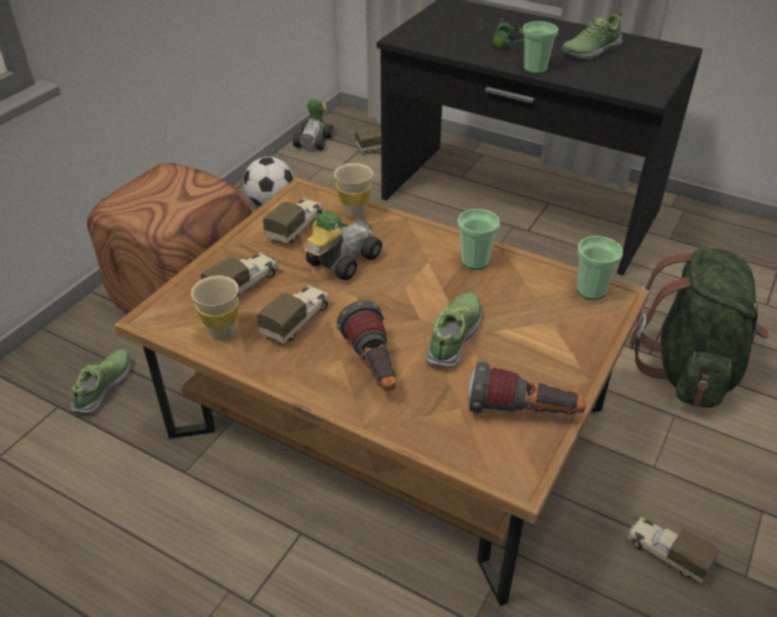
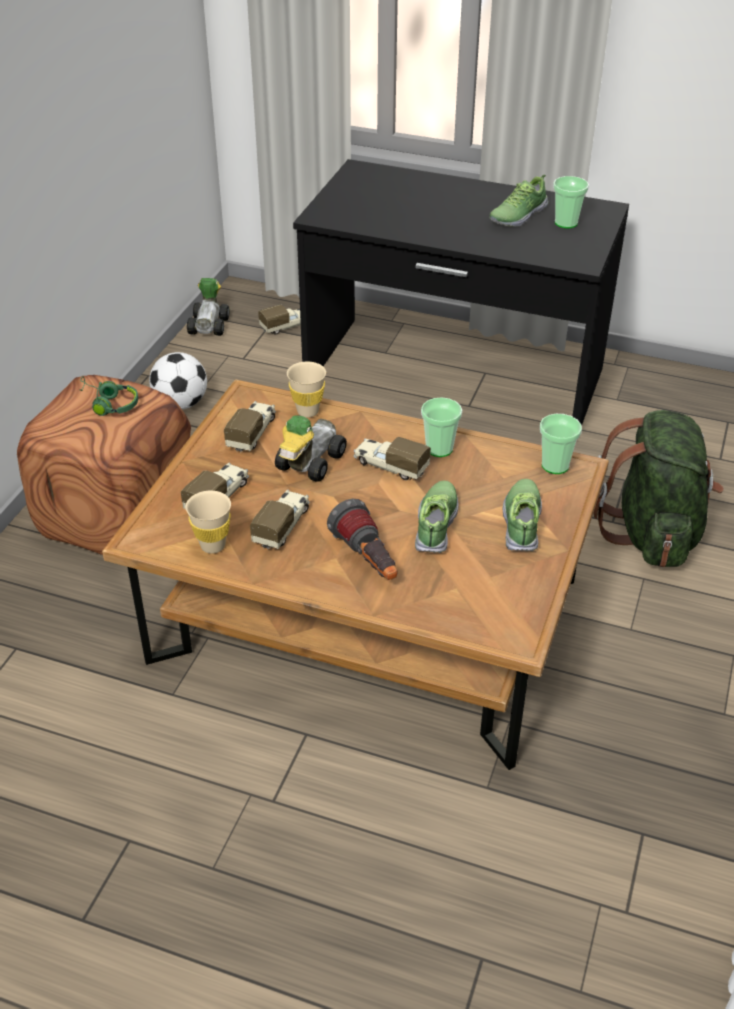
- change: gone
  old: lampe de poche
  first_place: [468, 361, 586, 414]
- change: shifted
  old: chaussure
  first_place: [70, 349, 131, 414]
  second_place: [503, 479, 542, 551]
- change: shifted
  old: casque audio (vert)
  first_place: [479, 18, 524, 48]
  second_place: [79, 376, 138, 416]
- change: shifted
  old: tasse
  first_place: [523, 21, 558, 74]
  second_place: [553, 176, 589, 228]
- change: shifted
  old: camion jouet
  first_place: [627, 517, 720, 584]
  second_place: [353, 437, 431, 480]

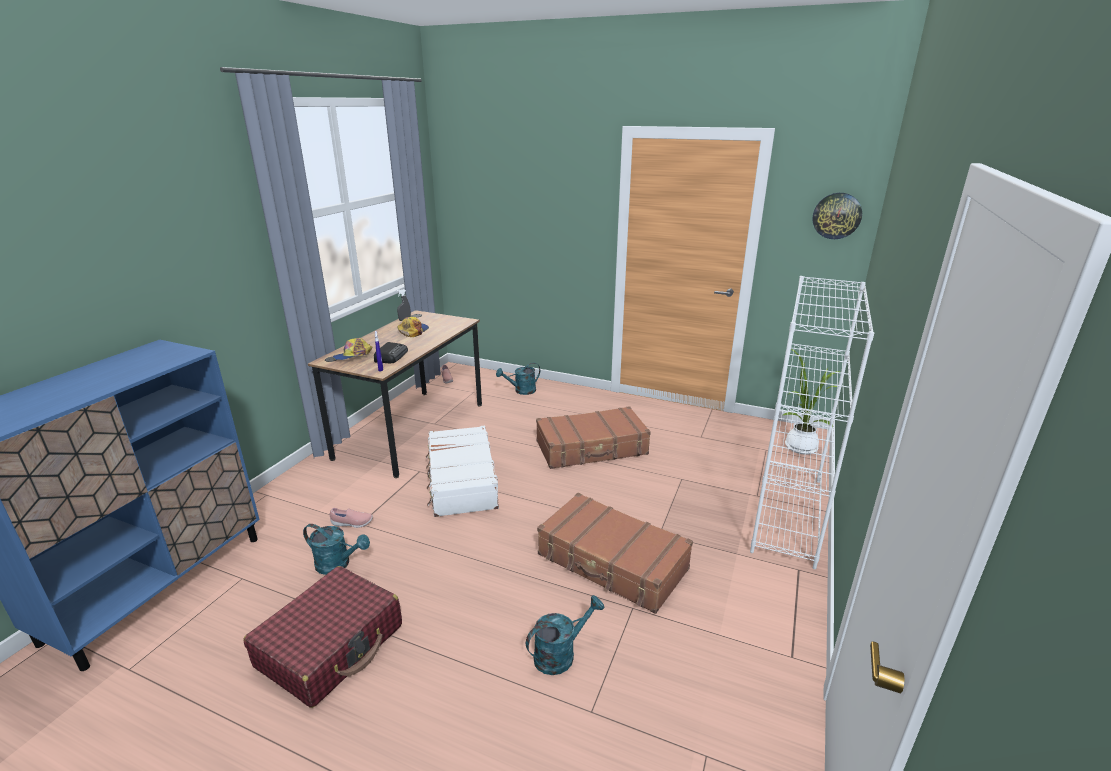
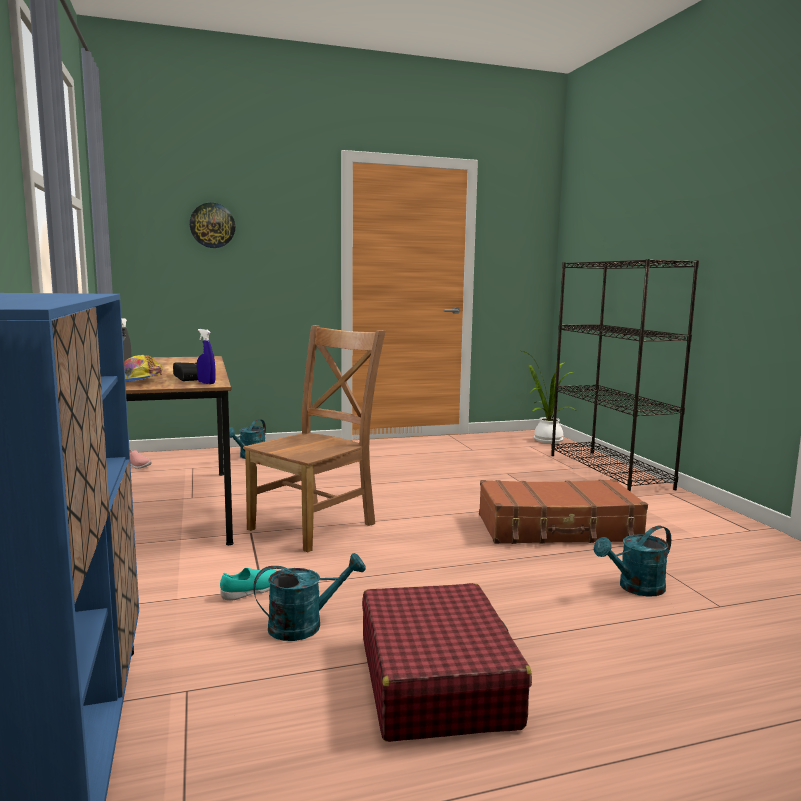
- change: gone
  old: casquette
  first_place: [397, 317, 429, 337]
- change: gone
  old: valise (marron)
  first_place: [536, 406, 651, 469]
- change: shifted
  old: horloge murale
  first_place: [812, 193, 862, 239]
  second_place: [190, 203, 235, 248]
- change: swapped
  old: valise (blanc)
  new: chaise (marron)
  first_place: [426, 426, 499, 517]
  second_place: [243, 325, 386, 552]
- change: repainted
  old: chaussure (rose)
  new: chaussure (turquoise)
  first_place: [330, 508, 373, 528]
  second_place: [220, 568, 276, 601]
- change: repainted
  old: bibliothèque (blanc)
  new: bibliothèque (noir)
  first_place: [750, 276, 874, 569]
  second_place: [551, 259, 699, 492]
- change: rotated
  old: arrosoir (turquoise)
  first_place: [526, 595, 604, 675]
  second_place: [594, 525, 671, 597]
  degrees: -135

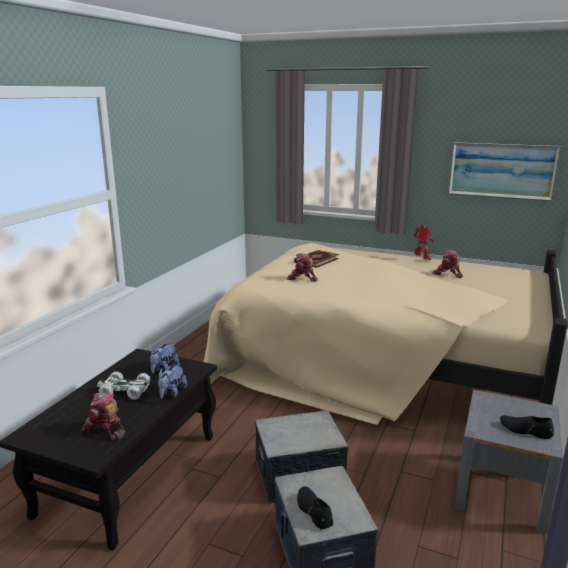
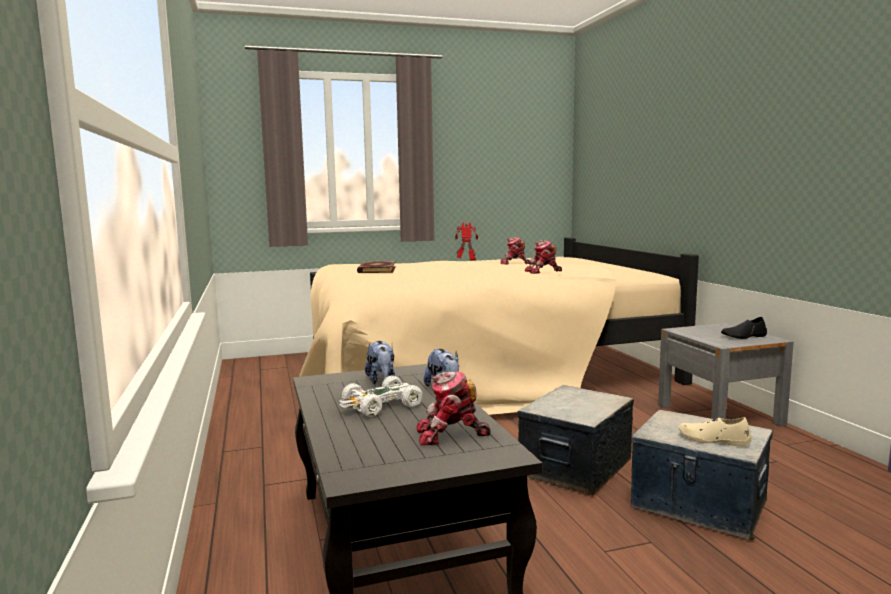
- change: gone
  old: tableau
  first_place: [448, 142, 561, 201]
- change: shifted
  old: robot jouet
  first_place: [287, 253, 318, 282]
  second_place: [524, 240, 562, 274]
- change: repainted
  old: chaussure (noir)
  new: chaussure (beige)
  first_place: [297, 486, 333, 529]
  second_place: [678, 417, 751, 446]

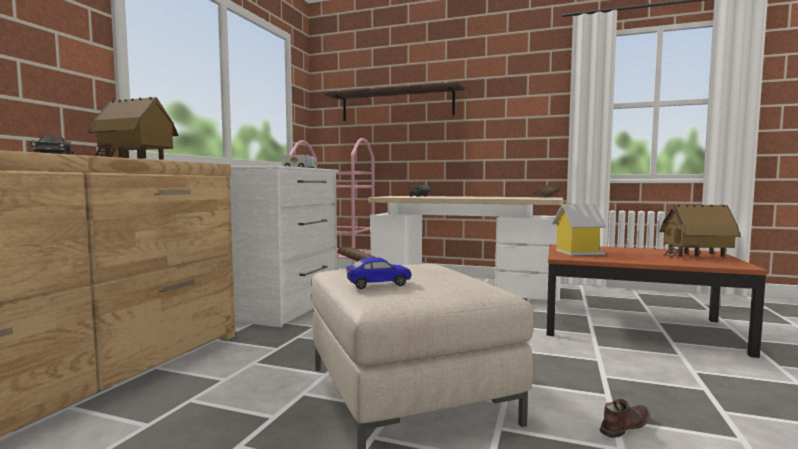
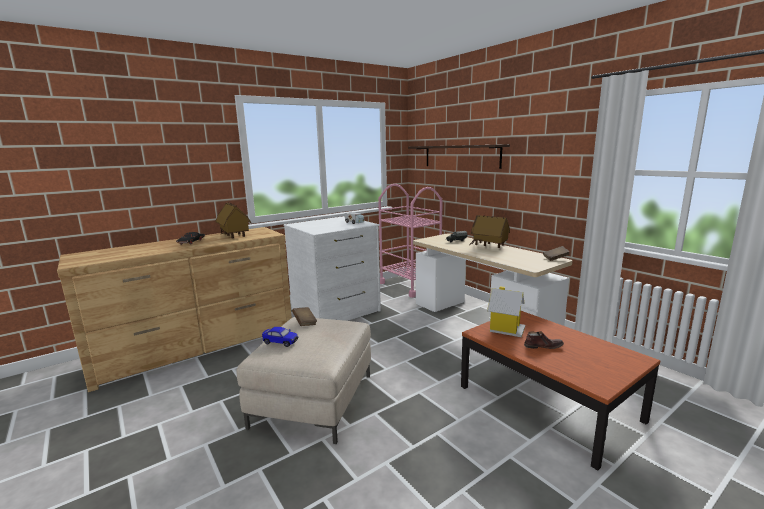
- change: shifted
  old: chaussure (marron)
  first_place: [600, 399, 650, 438]
  second_place: [524, 331, 564, 349]
- change: shifted
  old: maison miniature
  first_place: [660, 204, 741, 258]
  second_place: [469, 215, 510, 248]

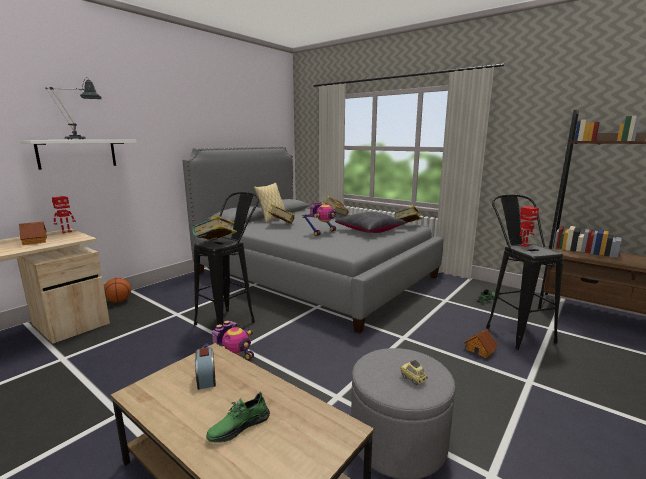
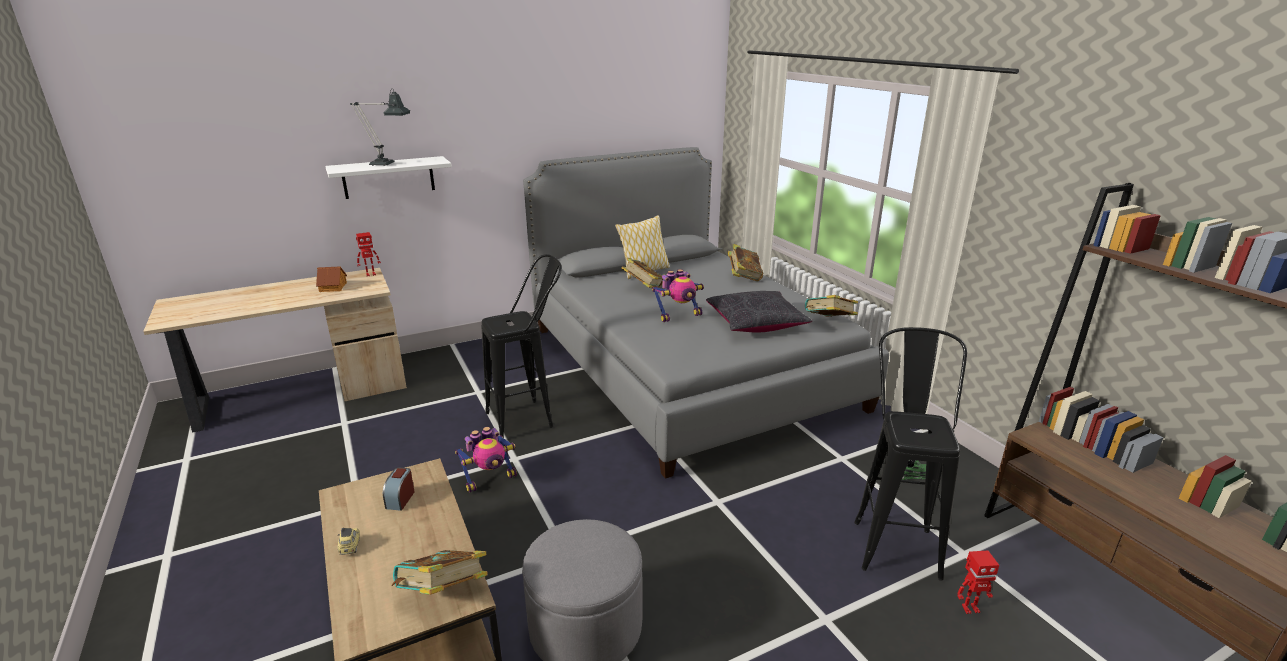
- change: gone
  old: ballon de basket
  first_place: [104, 278, 131, 303]
- change: gone
  old: chaussure (vert)
  first_place: [206, 392, 270, 443]
- change: gone
  old: maison miniature
  first_place: [464, 329, 498, 358]
- change: shifted
  old: livre
  first_place: [192, 216, 237, 241]
  second_place: [391, 550, 488, 595]
- change: shifted
  old: petite voiture
  first_place: [400, 360, 428, 385]
  second_place: [338, 528, 360, 555]
- change: shifted
  old: robot jouet
  first_place: [519, 206, 539, 247]
  second_place: [957, 550, 999, 614]

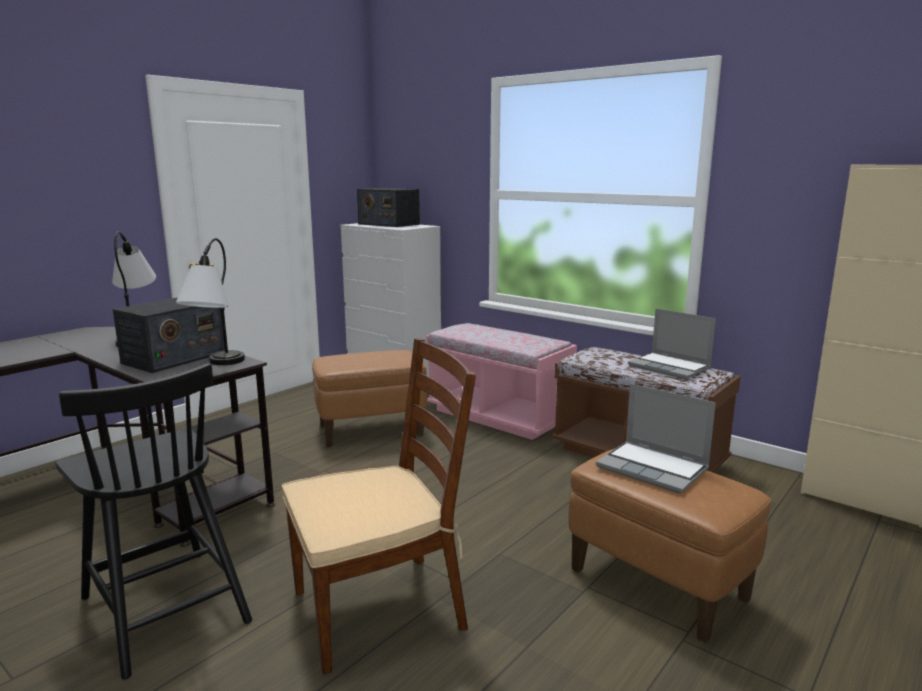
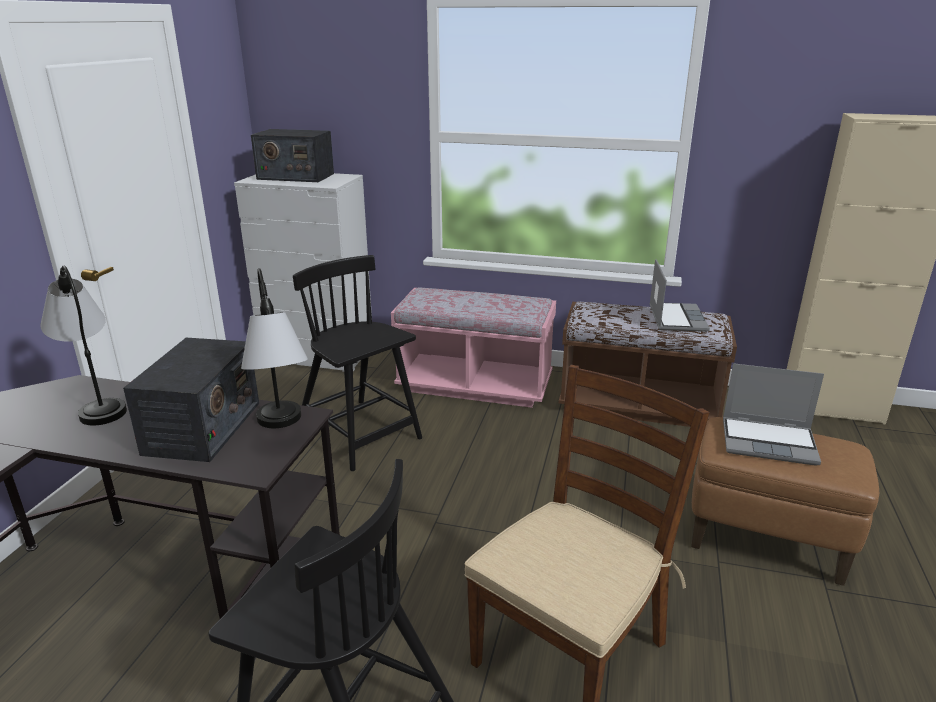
- change: swapped
  old: pouf (marron)
  new: chaise (noir)
  first_place: [312, 350, 427, 447]
  second_place: [293, 255, 422, 471]
- change: rotated
  old: ordinateur portable
  first_place: [628, 308, 716, 379]
  second_place: [650, 259, 710, 332]
  degrees: -105

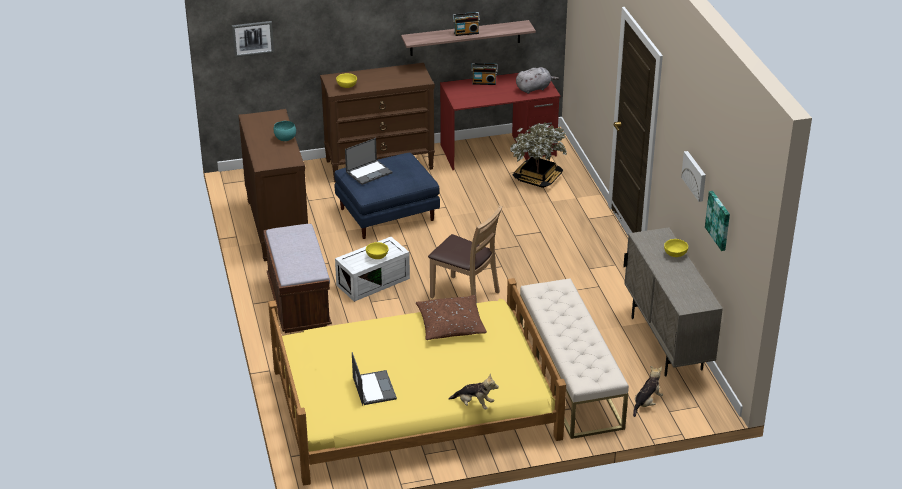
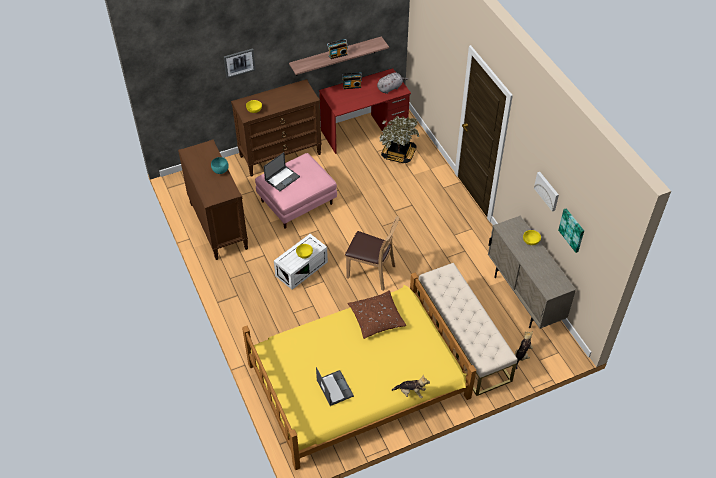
- change: gone
  old: banc (marron)
  first_place: [263, 224, 332, 333]
- change: shifted
  old: tableau
  first_place: [232, 21, 274, 57]
  second_place: [223, 48, 255, 78]
- change: repainted
  old: pouf (bleu)
  new: pouf (rose)
  first_place: [334, 153, 440, 239]
  second_place: [255, 153, 337, 229]

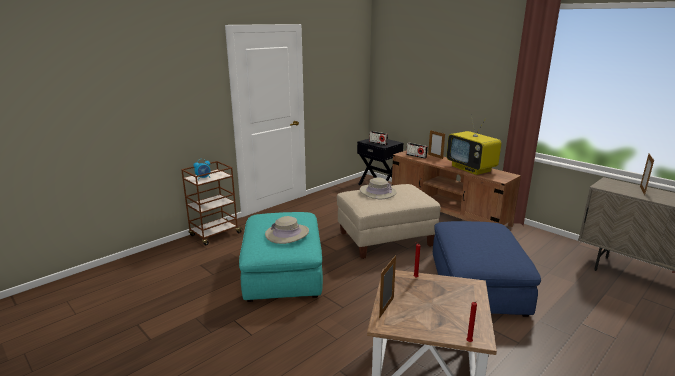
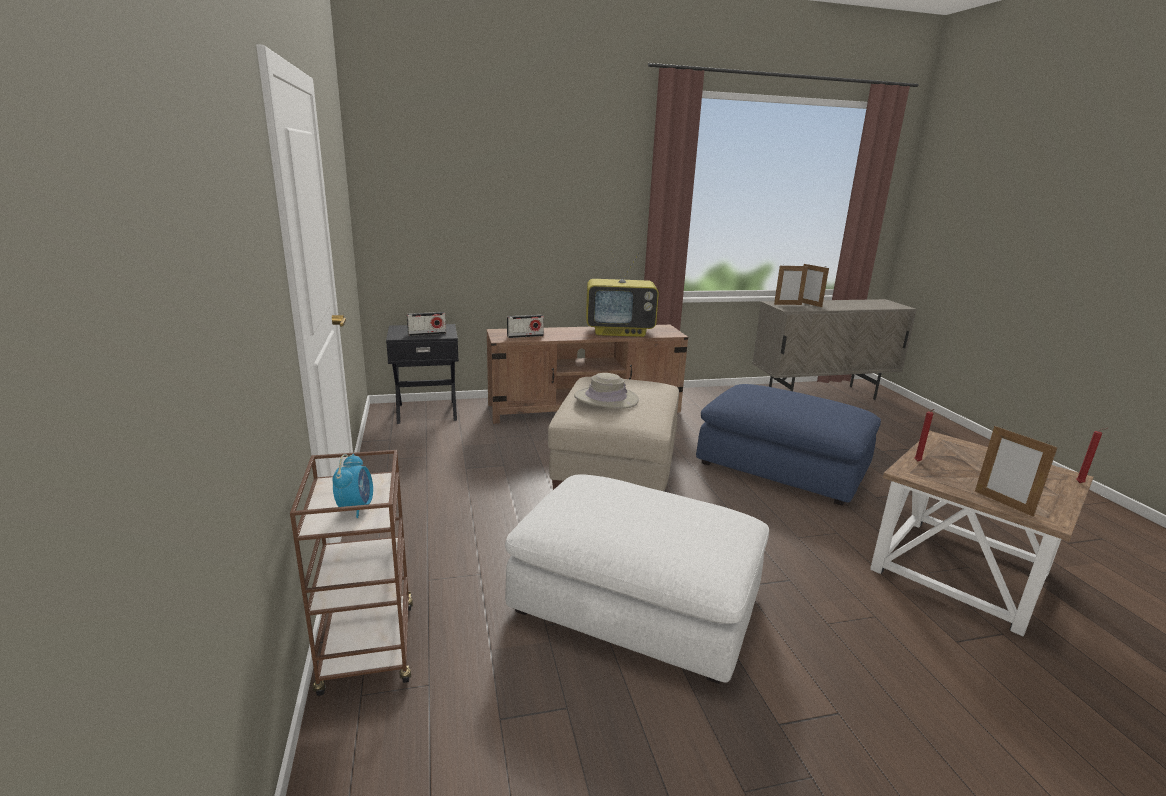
- change: gone
  old: chapeau (beige)
  first_place: [265, 216, 309, 244]
- change: shifted
  old: cadre photo
  first_place: [428, 130, 445, 159]
  second_place: [774, 264, 808, 305]
- change: repainted
  old: pouf (turquoise)
  new: pouf (blanc)
  first_place: [239, 212, 323, 302]
  second_place: [505, 474, 769, 684]

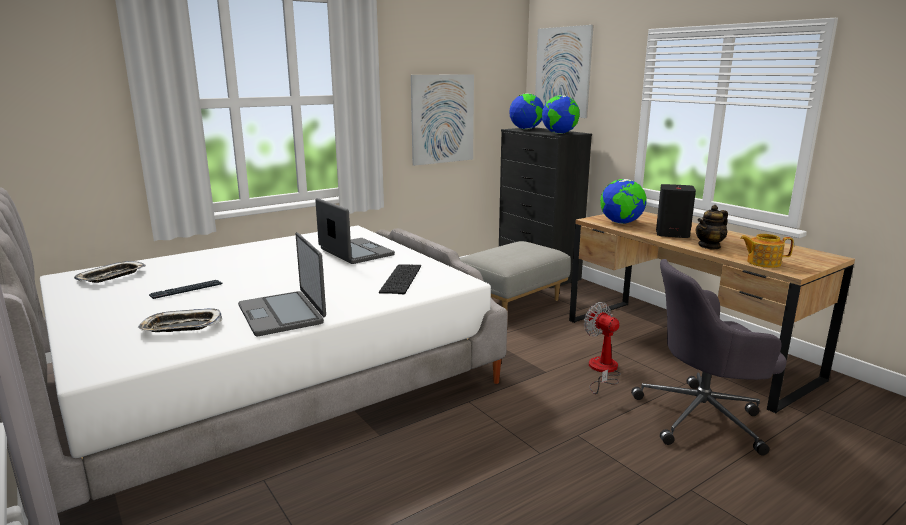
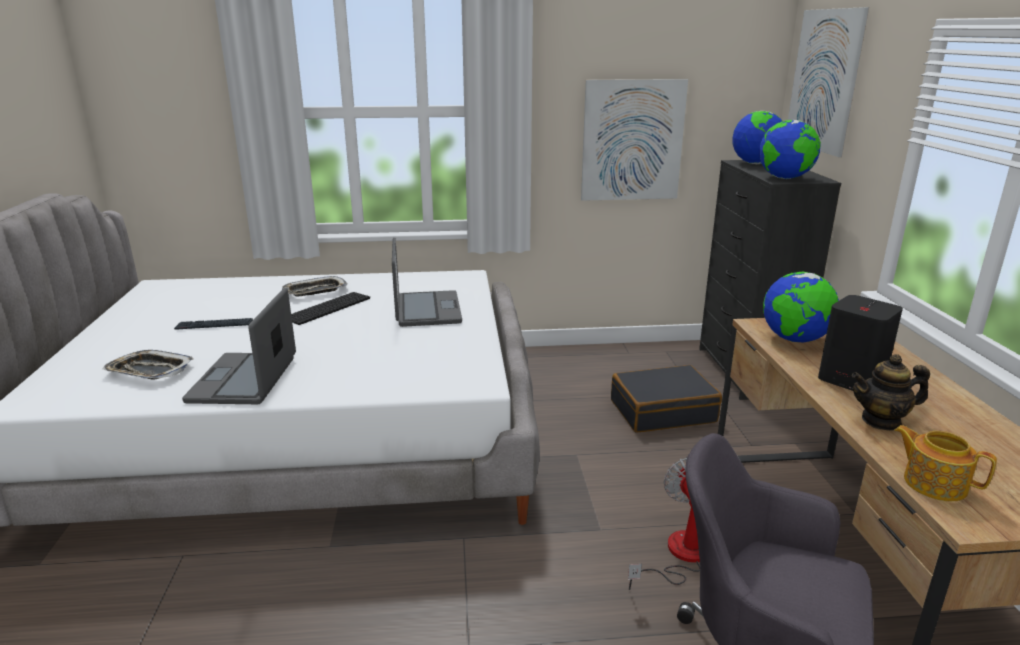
- change: shifted
  old: plateau
  first_place: [74, 261, 146, 283]
  second_place: [282, 276, 348, 296]
- change: shifted
  old: clavier
  first_place: [379, 264, 421, 294]
  second_place: [291, 292, 370, 325]
- change: swapped
  old: pouf (gris)
  new: valise (noir)
  first_place: [460, 241, 571, 310]
  second_place: [611, 365, 722, 433]

